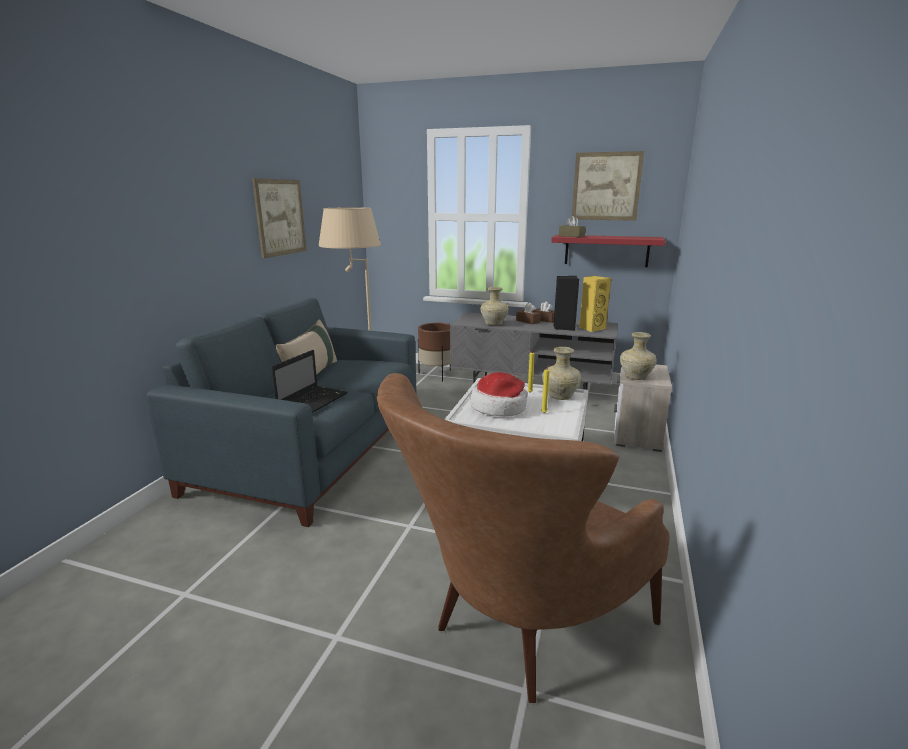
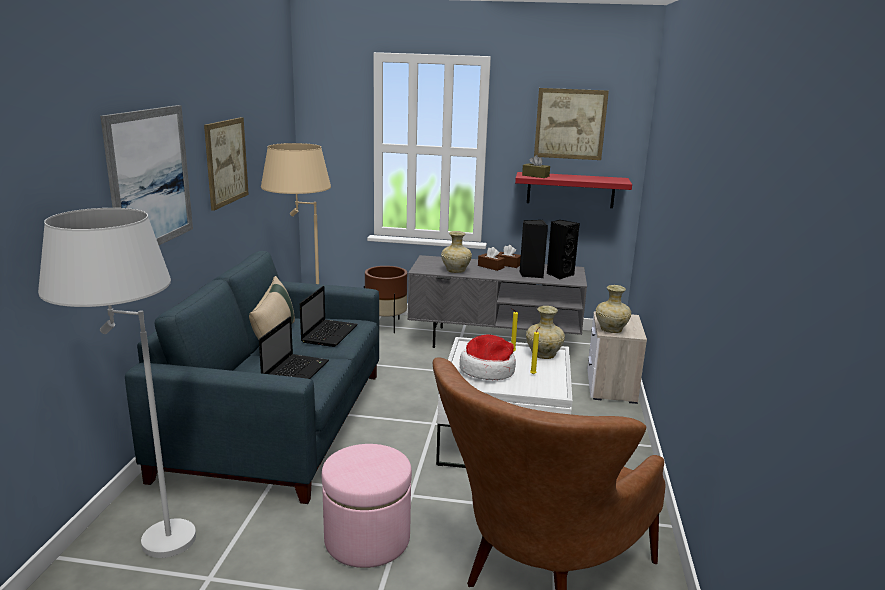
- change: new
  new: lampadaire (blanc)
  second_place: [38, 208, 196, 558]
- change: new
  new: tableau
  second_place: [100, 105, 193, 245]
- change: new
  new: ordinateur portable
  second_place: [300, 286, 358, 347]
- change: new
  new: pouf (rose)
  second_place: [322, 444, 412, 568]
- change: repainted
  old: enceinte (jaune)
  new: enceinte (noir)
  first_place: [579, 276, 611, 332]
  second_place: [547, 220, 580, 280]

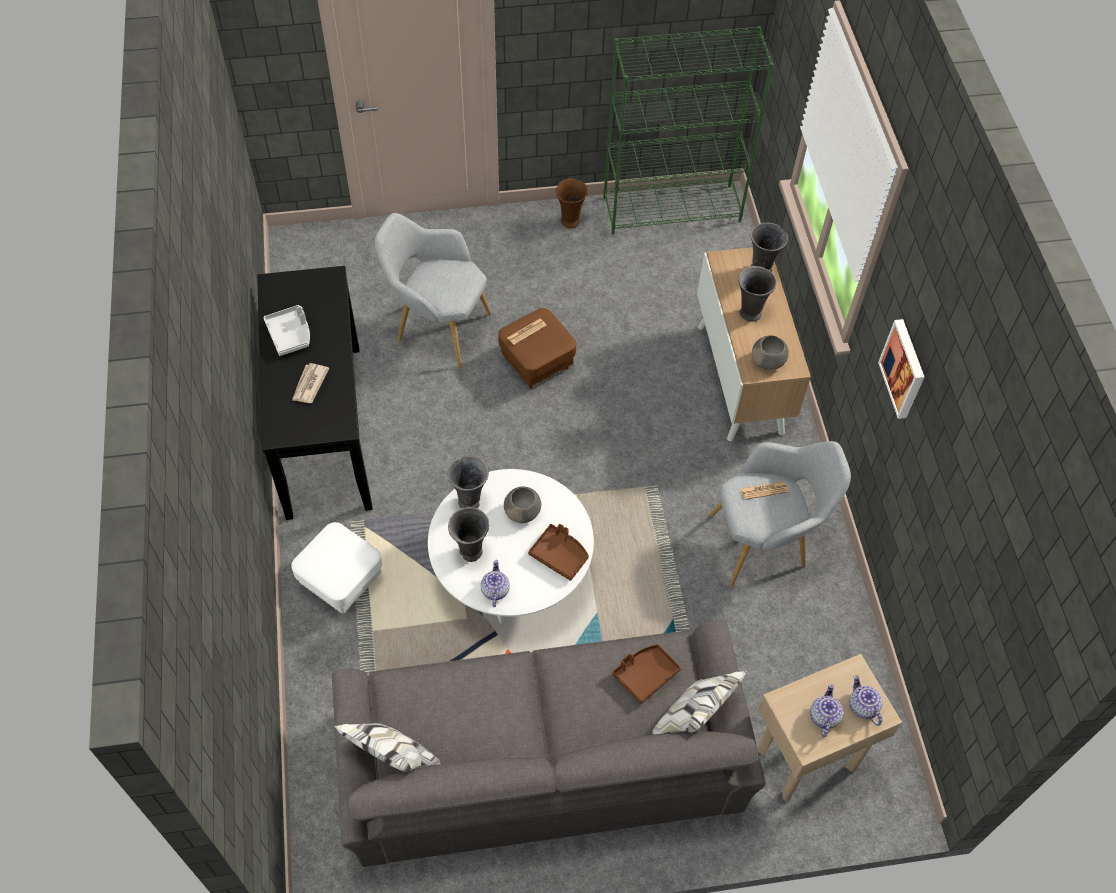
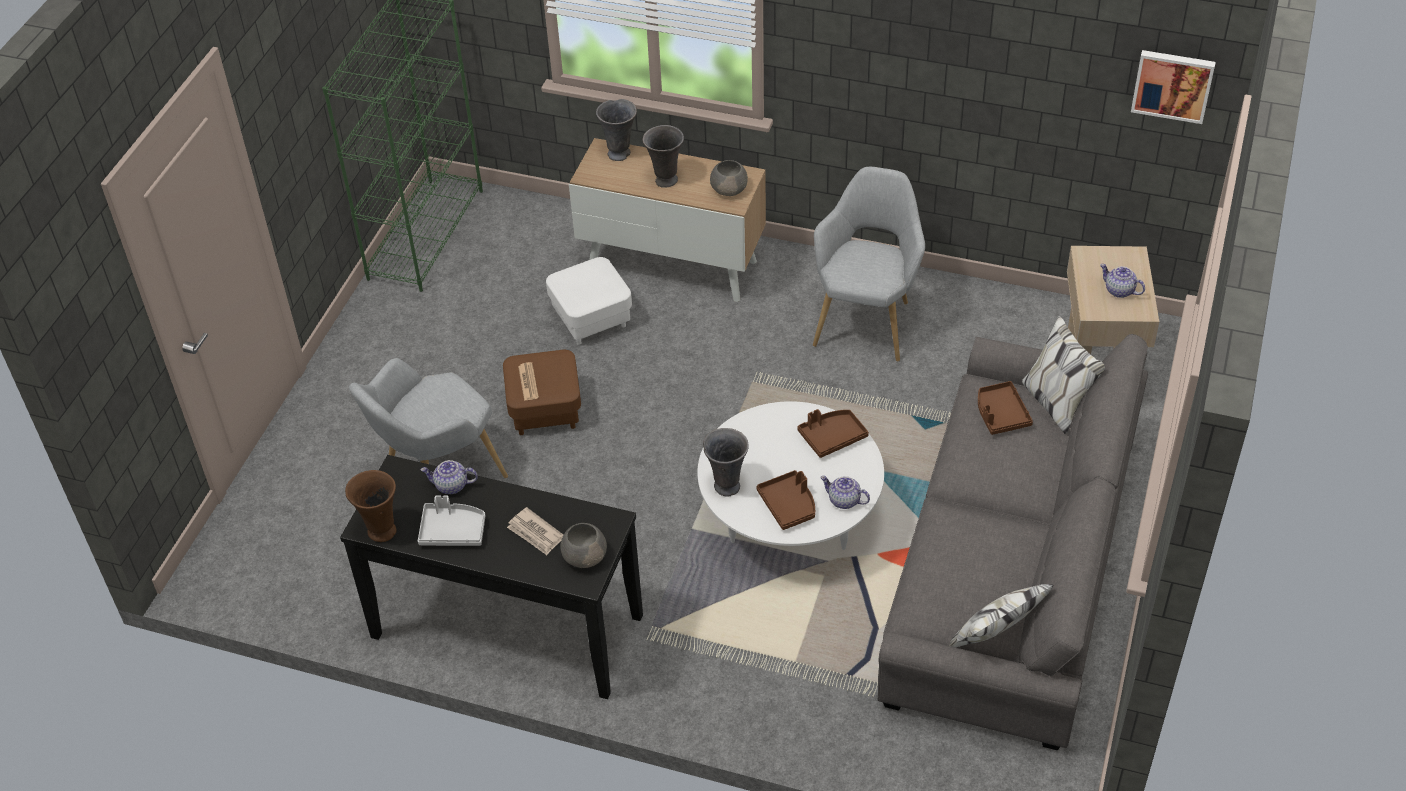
- change: gone
  old: journal
  first_place: [741, 482, 788, 500]
- change: shifted
  old: pouf (blanc)
  first_place: [291, 522, 382, 613]
  second_place: [546, 257, 632, 345]
- change: shifted
  old: bol (gris)
  first_place: [504, 487, 541, 523]
  second_place: [560, 523, 607, 568]
- change: shifted
  old: vase (marron)
  first_place: [556, 179, 588, 228]
  second_place: [345, 470, 397, 542]
- change: shifted
  old: théière
  first_place: [849, 675, 883, 726]
  second_place: [421, 460, 478, 494]
- change: shifted
  old: tableau
  first_place: [878, 319, 924, 419]
  second_place: [1131, 50, 1216, 124]
- change: swapped
  old: vase (gris)
  new: plateau (marron)
  first_place: [448, 507, 490, 562]
  second_place: [756, 470, 815, 530]

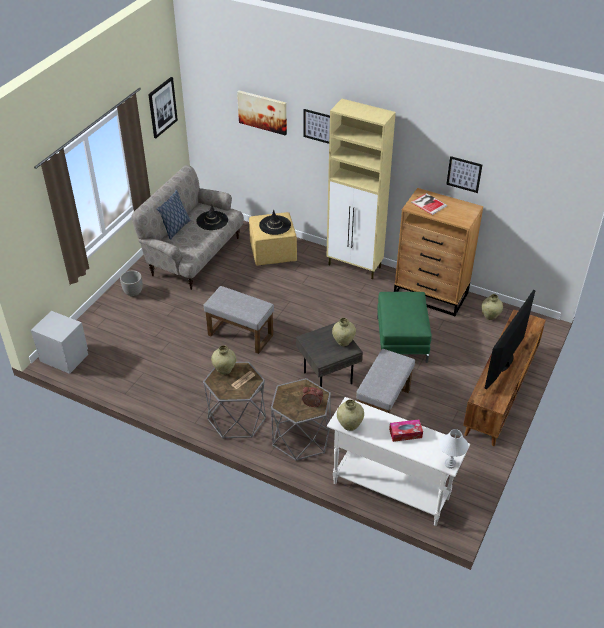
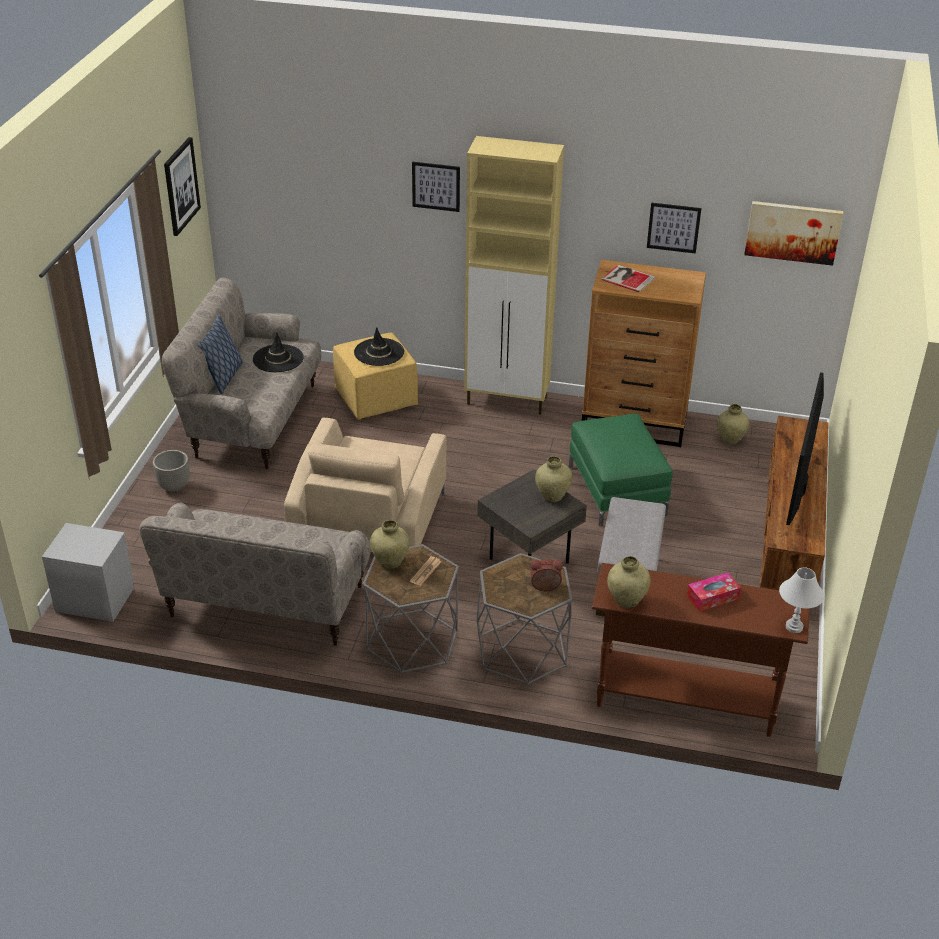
- change: new
  new: canapé (beige)
  second_place: [139, 503, 371, 646]
- change: shifted
  old: tableau
  first_place: [237, 90, 287, 135]
  second_place: [744, 201, 843, 266]
- change: swapped
  old: pouf (gris)
  new: fauteuil (beige)
  first_place: [203, 286, 274, 354]
  second_place: [284, 418, 446, 551]
- change: repainted
  old: table console (blanc)
  new: table console (marron)
  first_place: [327, 397, 470, 526]
  second_place: [592, 563, 809, 737]

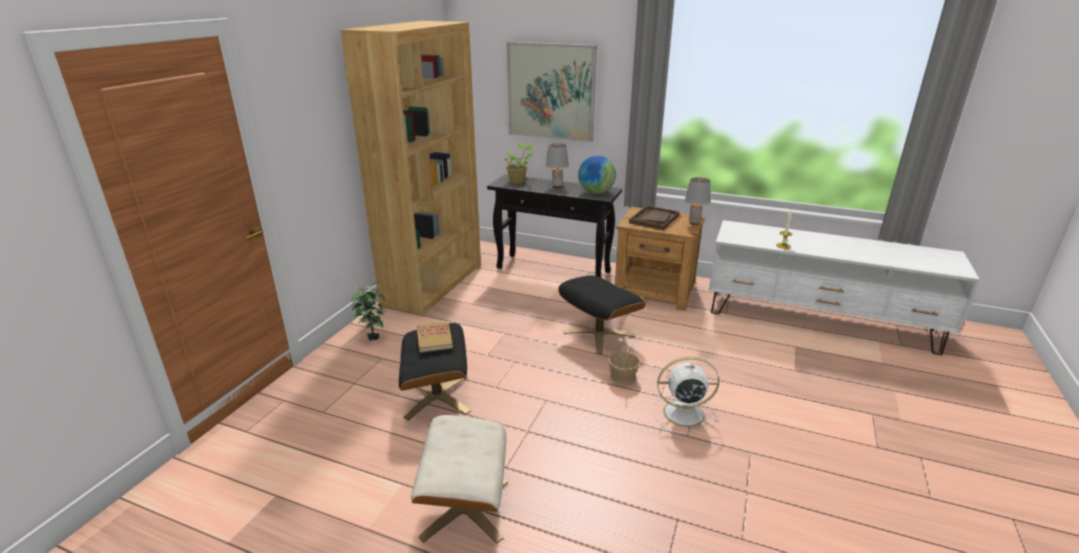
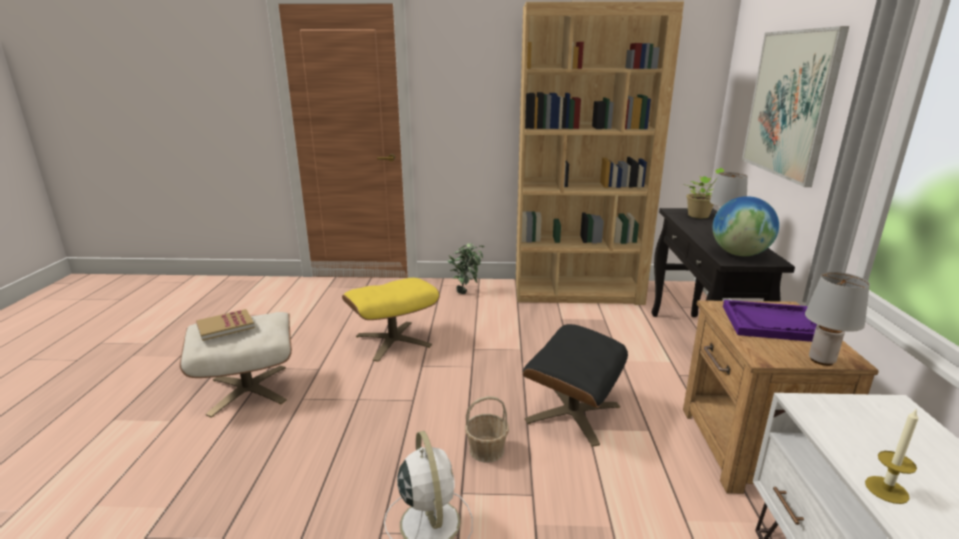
- change: shifted
  old: livre
  first_place: [417, 322, 453, 353]
  second_place: [196, 309, 255, 341]
- change: repainted
  old: pouf (noir)
  new: pouf (jaune)
  first_place: [399, 323, 471, 421]
  second_place: [342, 278, 440, 362]
- change: repainted
  old: plateau (marron)
  new: plateau (violet)
  first_place: [629, 205, 680, 230]
  second_place: [723, 300, 817, 342]

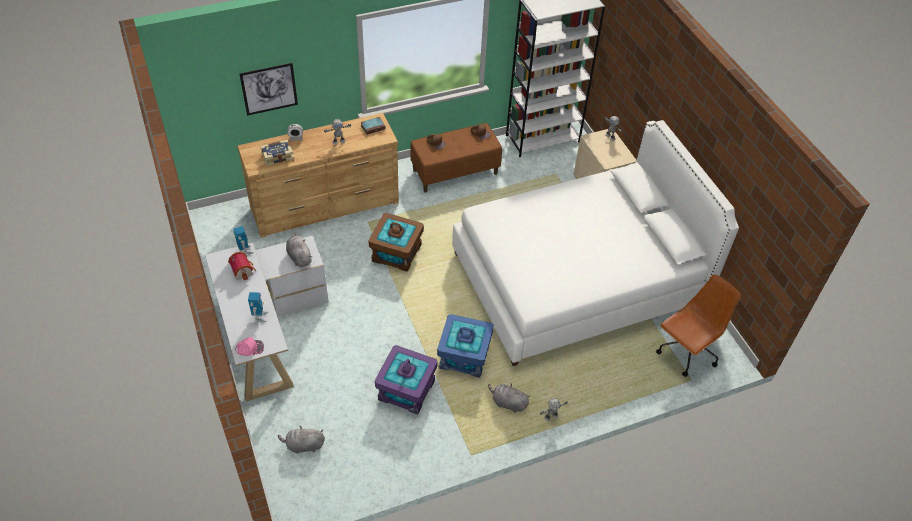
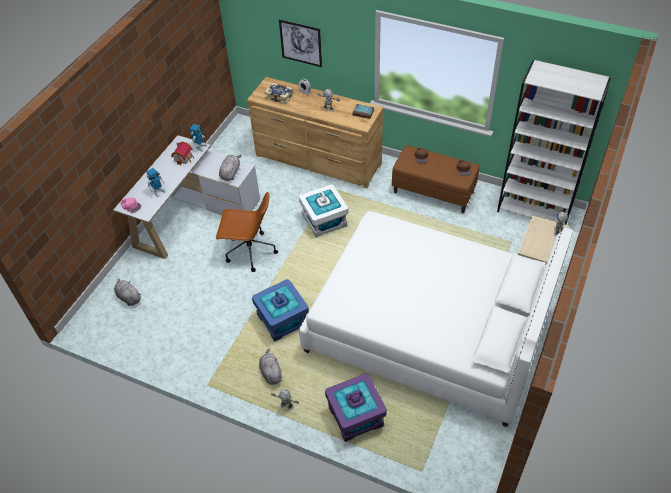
- change: shifted
  old: boîte de rangement (violet)
  first_place: [375, 345, 438, 414]
  second_place: [325, 373, 387, 442]
- change: shifted
  old: chaise de bureau (marron)
  first_place: [656, 274, 741, 377]
  second_place: [216, 192, 278, 272]
- change: repainted
  old: boîte de rangement (marron)
  new: boîte de rangement (blanc)
  first_place: [368, 213, 424, 272]
  second_place: [299, 184, 349, 238]

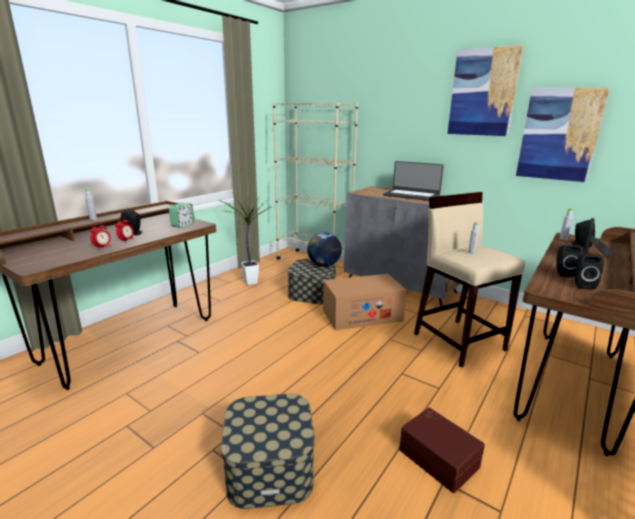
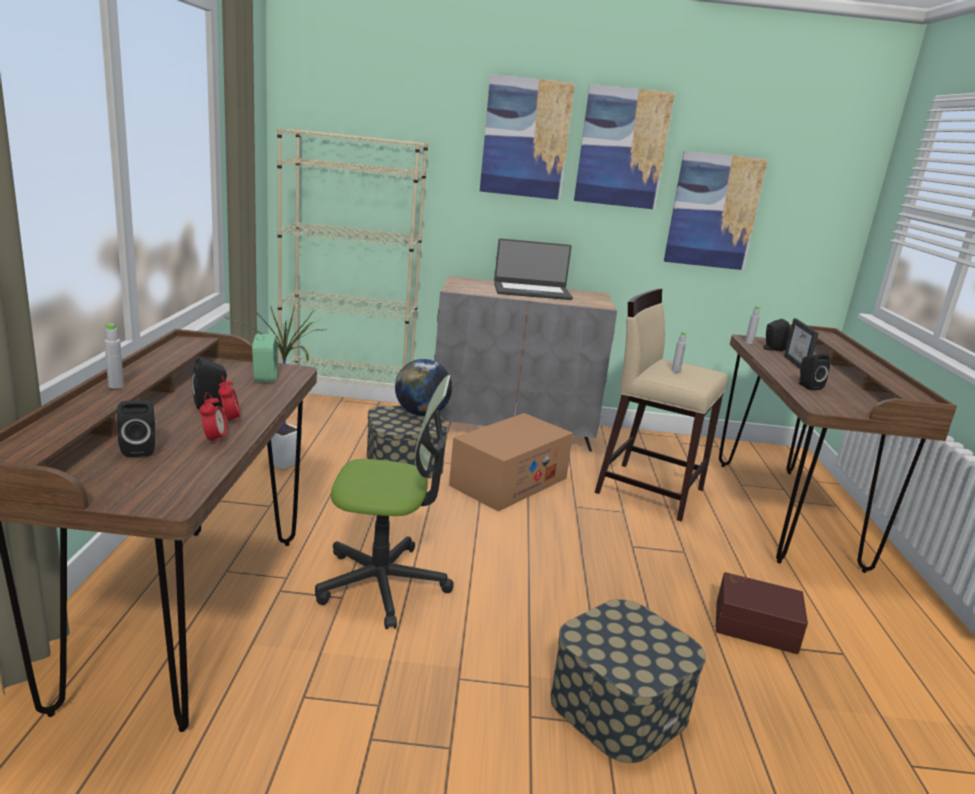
- change: new
  new: chaise de bureau
  second_place: [315, 375, 454, 629]
- change: new
  new: tableau
  second_place: [480, 74, 575, 200]
- change: shifted
  old: enceinte (noir)
  first_place: [574, 255, 604, 290]
  second_place: [117, 400, 155, 457]

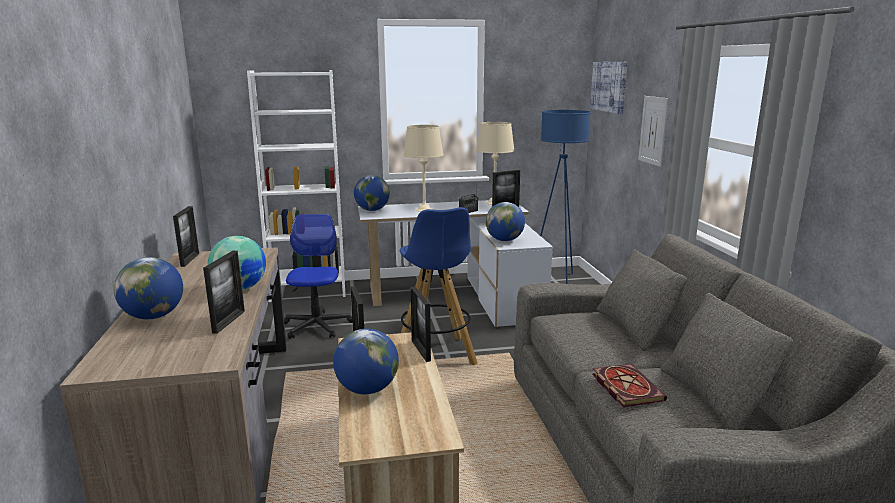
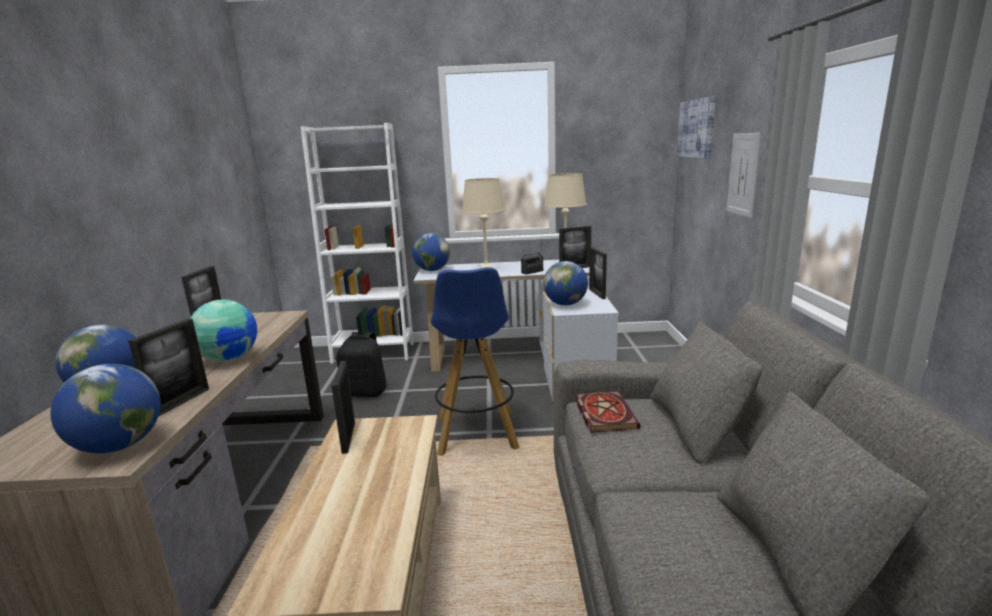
- change: gone
  old: lampadaire (bleu)
  first_place: [540, 110, 591, 284]
- change: shifted
  old: globe
  first_place: [333, 328, 399, 394]
  second_place: [50, 364, 161, 453]
- change: shifted
  old: cadre photo
  first_place: [410, 287, 431, 362]
  second_place: [589, 247, 607, 299]
- change: shifted
  old: livre
  first_place: [592, 364, 667, 407]
  second_place: [576, 391, 640, 433]
- change: swapped
  old: chaise de bureau
  new: sac à dos (noir)
  first_place: [284, 214, 353, 339]
  second_place: [336, 332, 387, 397]

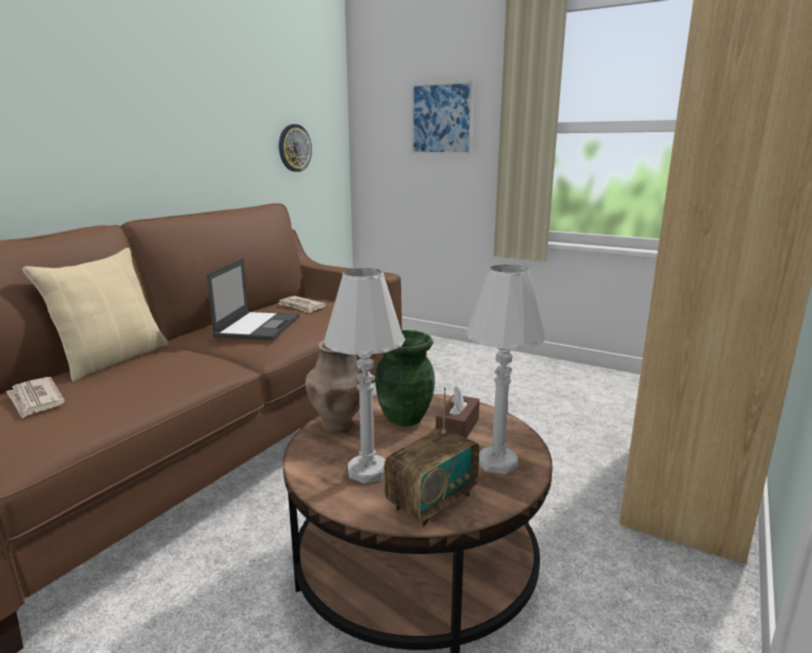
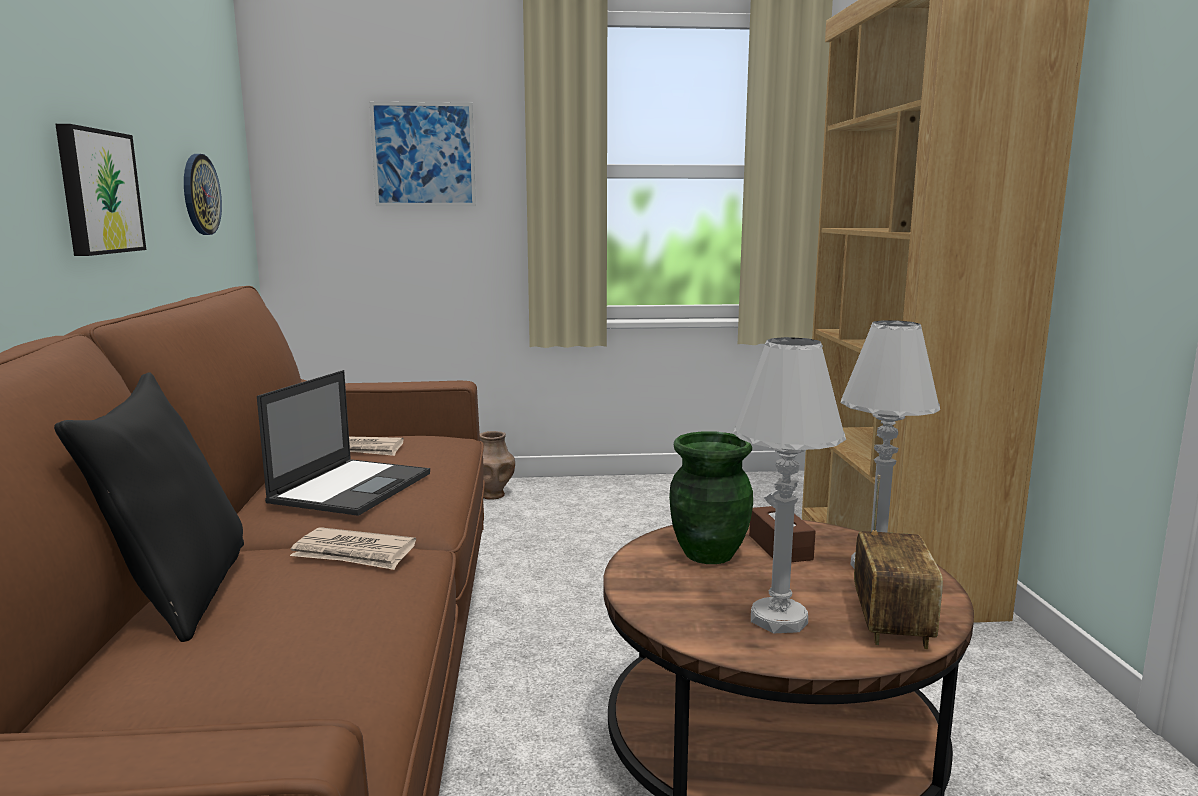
- change: new
  new: tableau
  second_place: [55, 124, 146, 256]
- change: shifted
  old: journal
  first_place: [6, 377, 65, 419]
  second_place: [290, 527, 416, 570]
- change: shifted
  old: vase (marron)
  first_place: [305, 340, 363, 434]
  second_place: [480, 431, 515, 500]
- change: repainted
  old: coussin (beige)
  new: coussin (noir)
  first_place: [22, 248, 169, 382]
  second_place: [54, 372, 244, 642]
- change: rotated
  old: ordinateur portable
  first_place: [207, 258, 300, 340]
  second_place: [257, 370, 430, 516]
  degrees: 45

